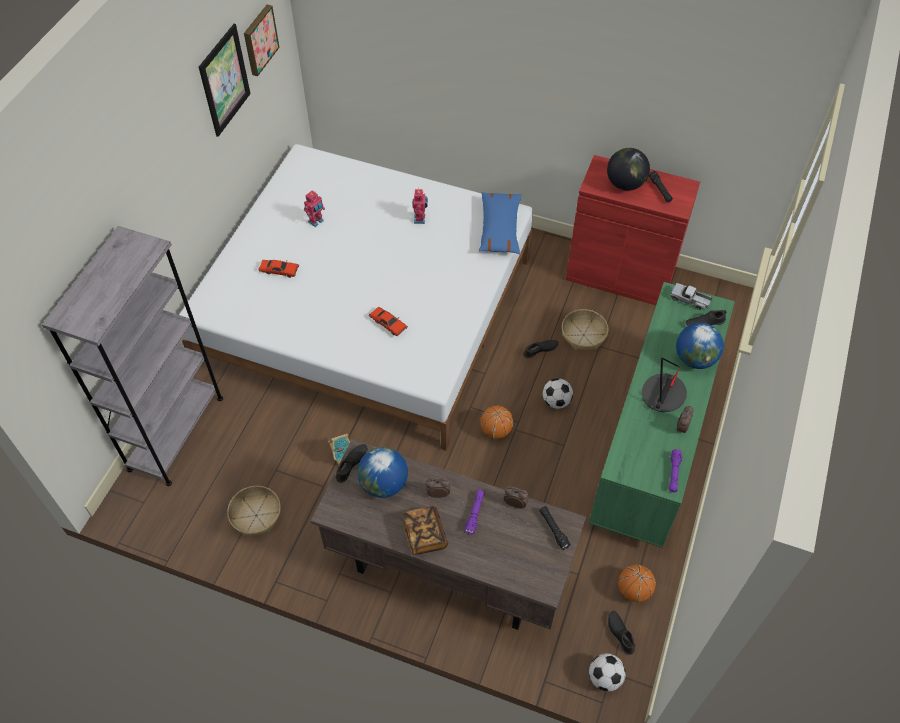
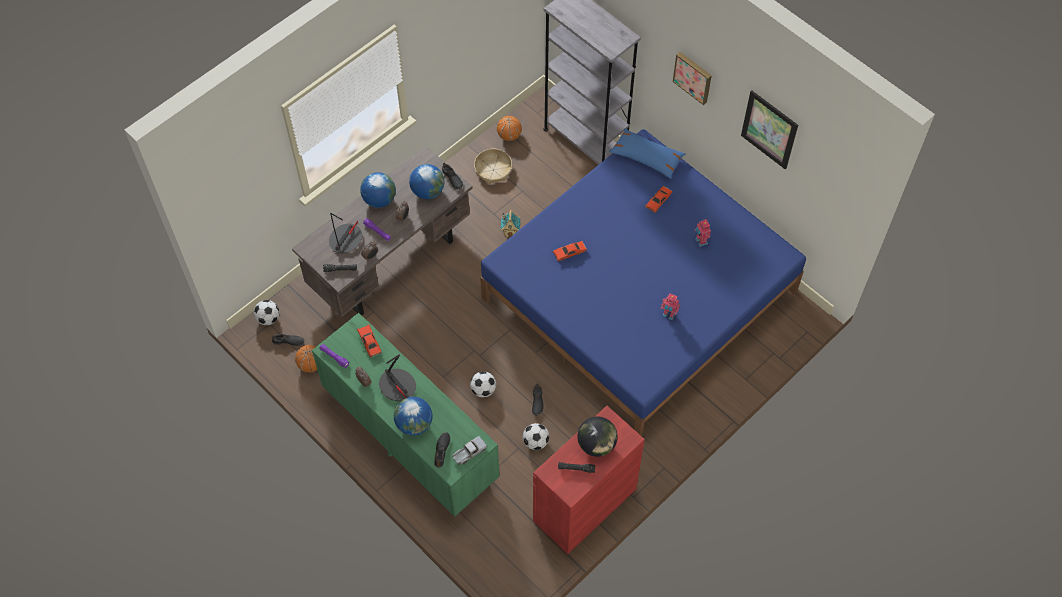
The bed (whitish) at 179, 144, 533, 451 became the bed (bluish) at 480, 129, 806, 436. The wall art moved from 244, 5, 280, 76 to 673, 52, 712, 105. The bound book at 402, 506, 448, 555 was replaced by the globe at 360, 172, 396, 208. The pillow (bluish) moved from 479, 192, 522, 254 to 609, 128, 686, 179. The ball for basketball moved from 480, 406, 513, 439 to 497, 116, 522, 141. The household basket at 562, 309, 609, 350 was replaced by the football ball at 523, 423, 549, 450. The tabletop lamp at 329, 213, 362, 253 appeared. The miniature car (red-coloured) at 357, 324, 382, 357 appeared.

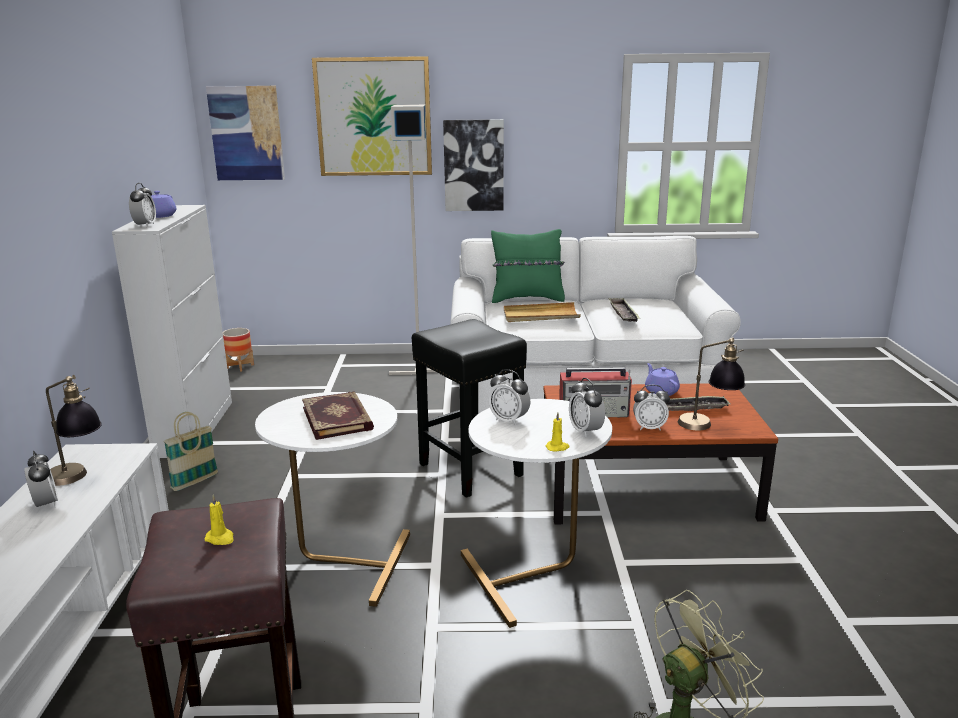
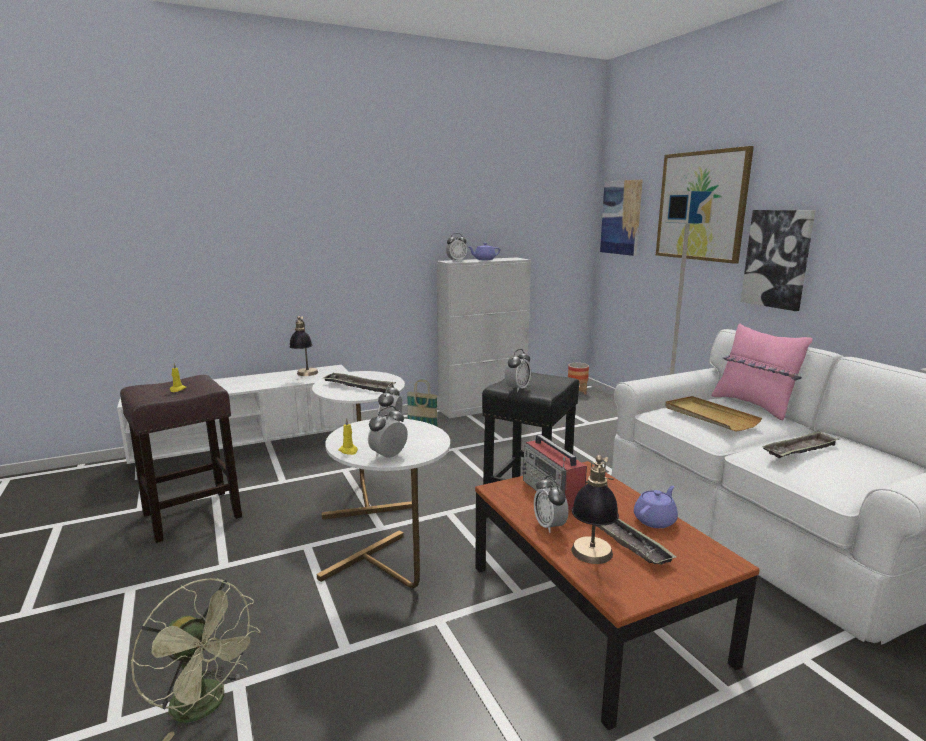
The table clock moved from 24, 451, 58, 508 to 505, 349, 531, 392. The bound book at 302, 391, 374, 440 was replaced by the carrying tray at 323, 373, 395, 393. The pillow (greenish) at 491, 229, 565, 303 became the pillow (pink-coloured) at 712, 324, 813, 420.

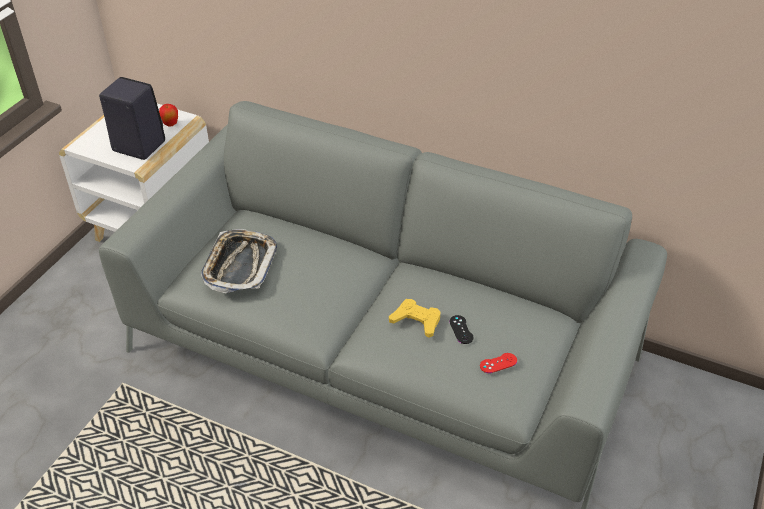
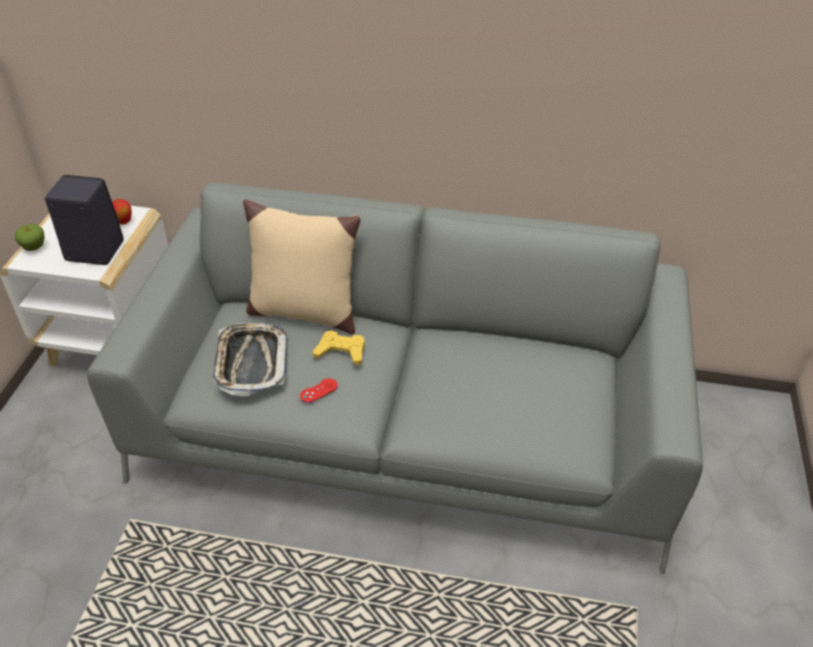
The joypad (yellow) moved from 389, 299, 440, 338 to 312, 331, 365, 365. The joypad (black-coloured) at 449, 315, 474, 344 disappeared. The joypad (red-coloured) moved from 480, 353, 517, 373 to 300, 378, 338, 403. The whole apple at 15, 224, 45, 251 appeared. The pillow (sand-coloured) at 243, 200, 360, 334 appeared.

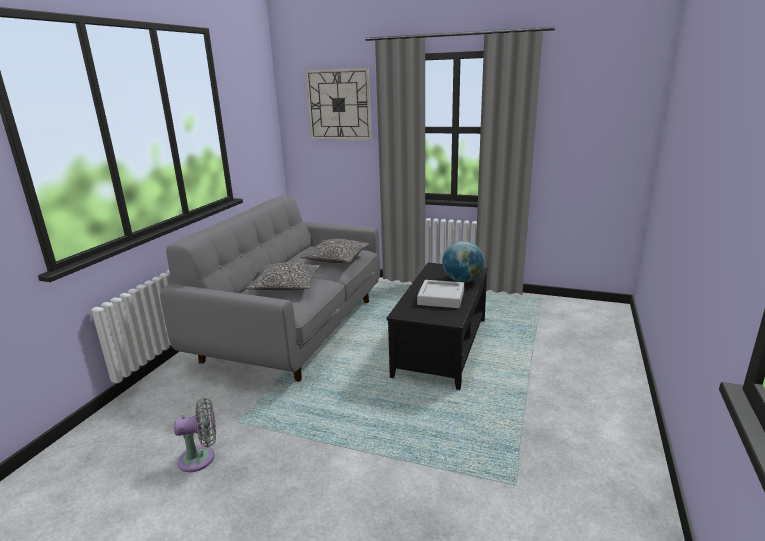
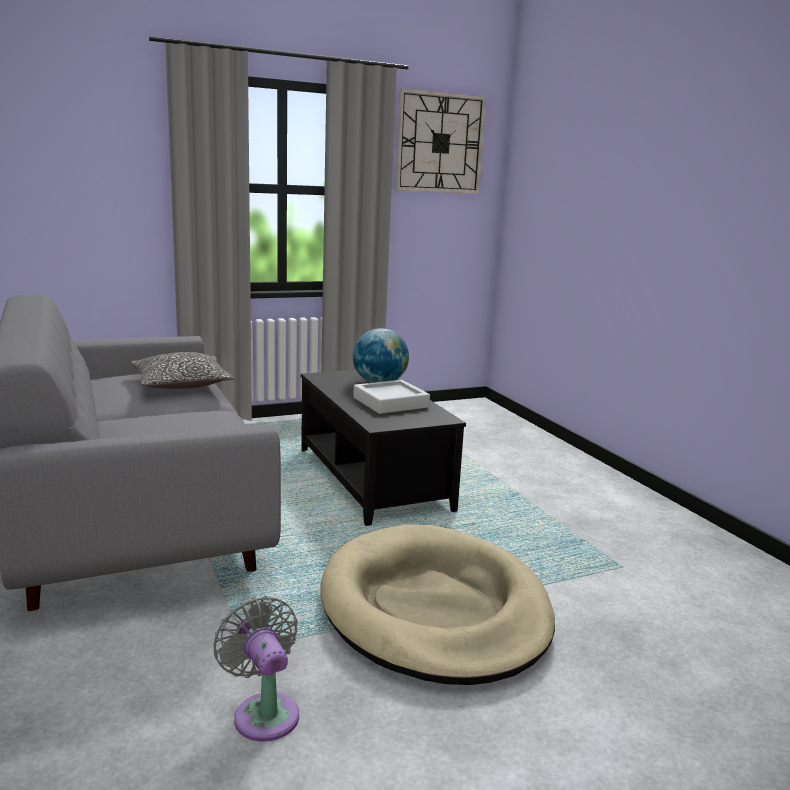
The fan (greyish) at 174, 398, 216, 472 turned 60 degrees counterclockwise. The pillow at 246, 262, 321, 290 disappeared. The clock on the wall moved from 305, 68, 372, 140 to 395, 88, 486, 194. The dog bed (sand-coloured) at 320, 525, 555, 685 appeared.

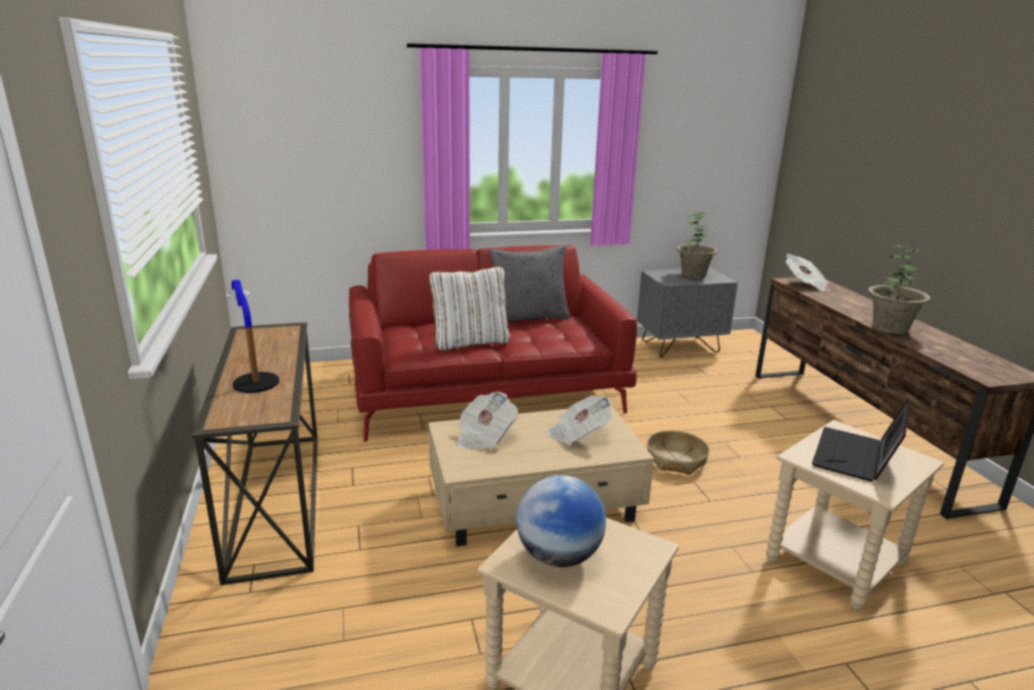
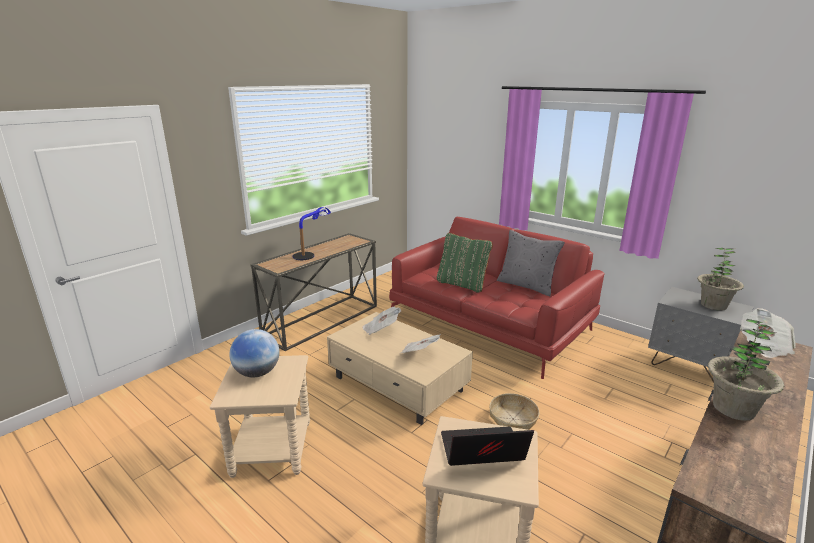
The pillow (whitish) at 429, 266, 510, 350 became the pillow (greenish) at 437, 233, 493, 293.

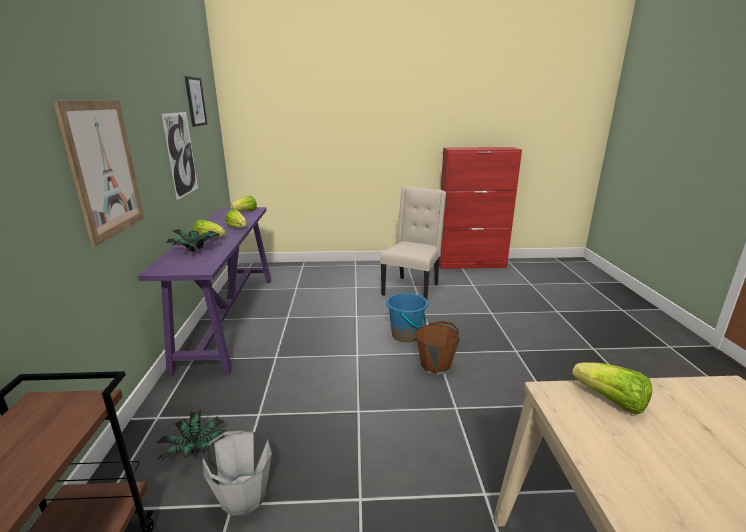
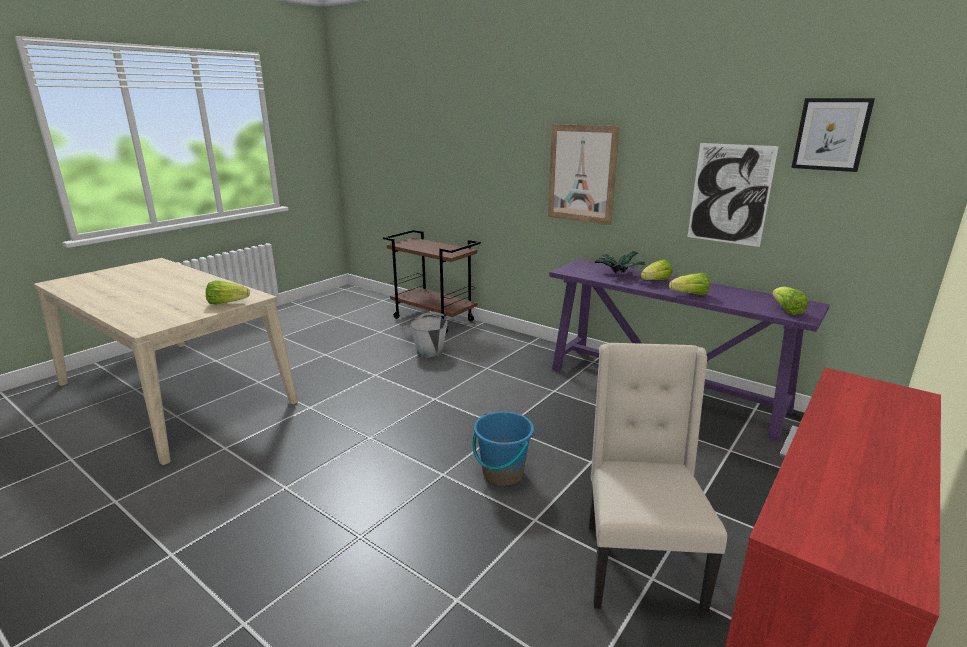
The potted plant at 157, 410, 227, 462 disappeared. The plain chair (sand-coloured) at 380, 187, 446, 300 turned 150 degrees counterclockwise. The bucket (brownish) at 416, 321, 460, 375 disappeared.

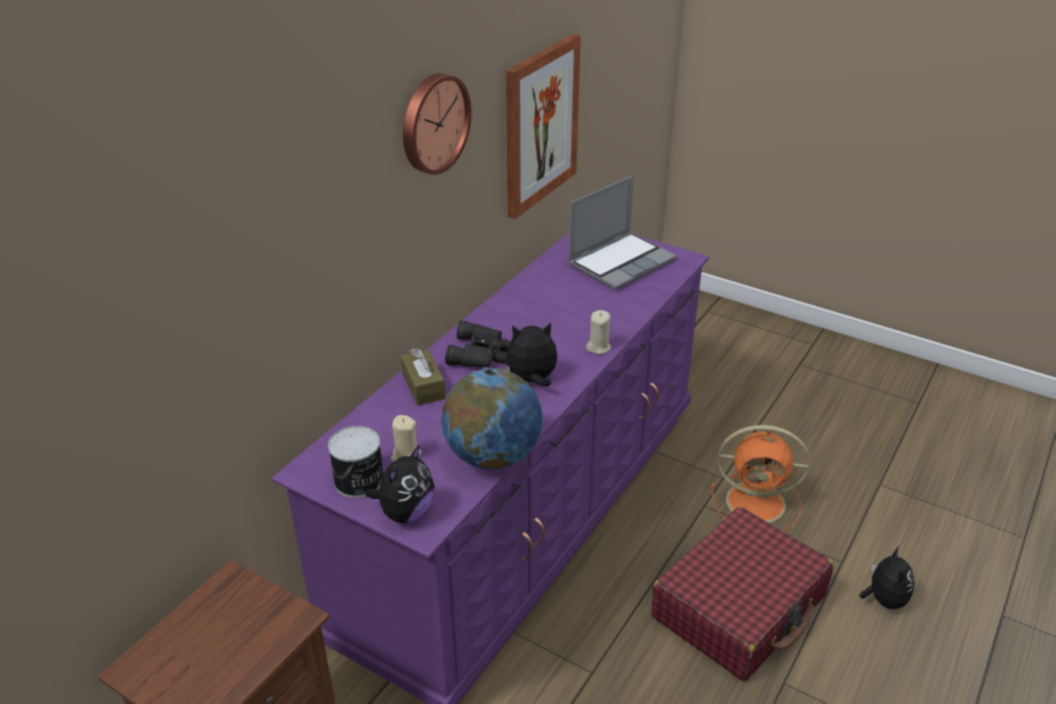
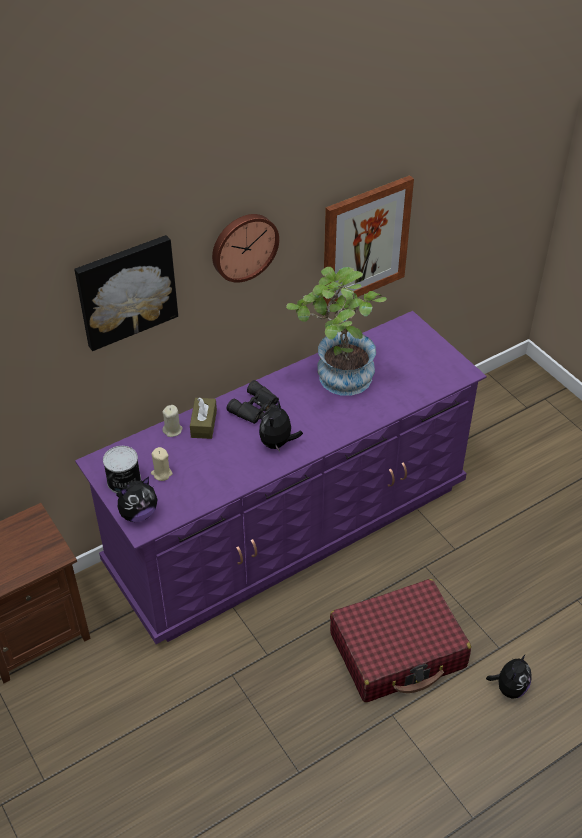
The globe at 441, 368, 542, 470 disappeared. The soft toy at 505, 322, 557, 387 turned 90 degrees counterclockwise. The laptop at 568, 176, 676, 290 disappeared. The candle (sand-coloured) moved from 586, 310, 611, 354 to 162, 405, 183, 437. The fan (orangey) at 711, 425, 810, 531 disappeared. The wall art at 74, 235, 178, 351 appeared. The potted plant at 286, 267, 387, 396 appeared.

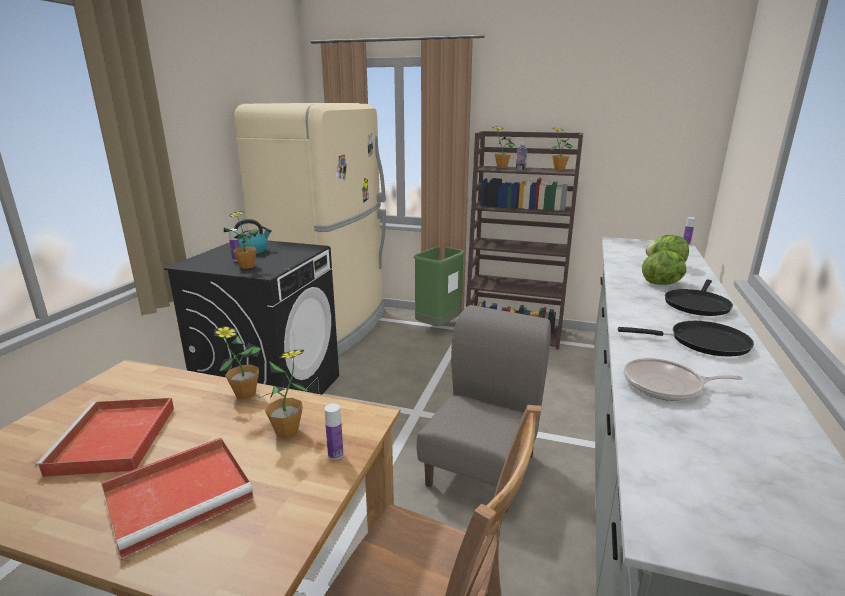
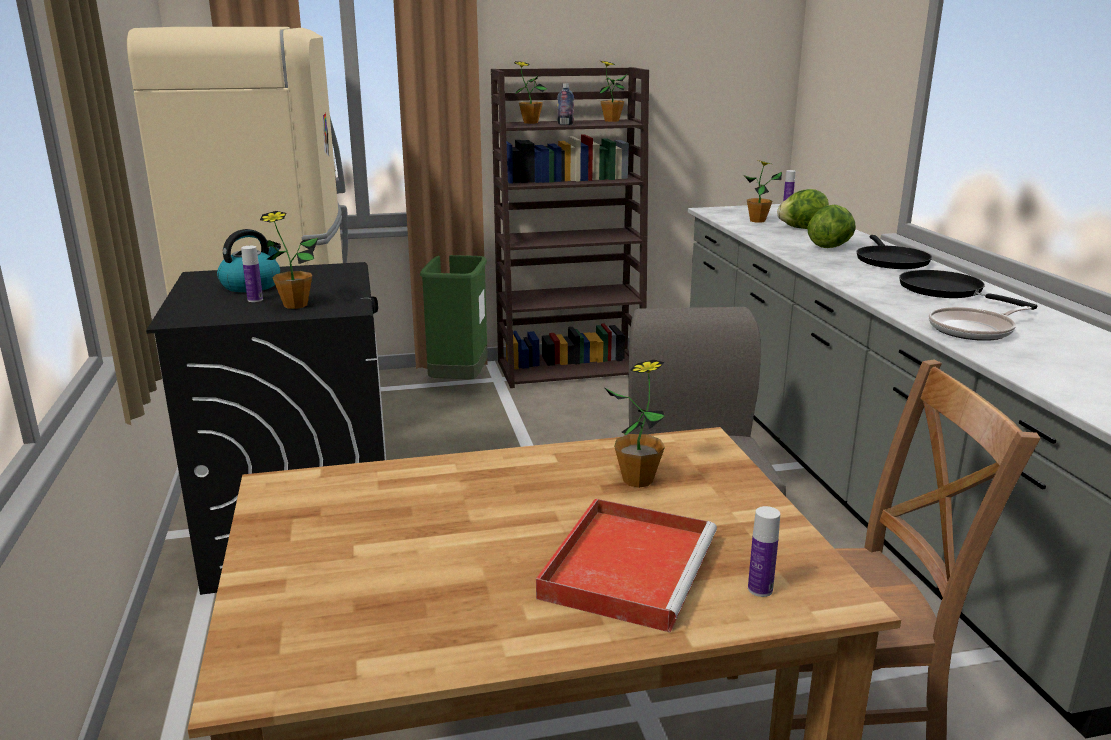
The carrying tray (red-coloured) at 35, 398, 174, 477 disappeared. The potted plant moved from 214, 326, 261, 400 to 744, 160, 782, 223. The bottle moved from 325, 404, 343, 460 to 748, 506, 780, 597. The skillet (black-coloured) at 618, 321, 754, 356 turned 105 degrees counterclockwise.

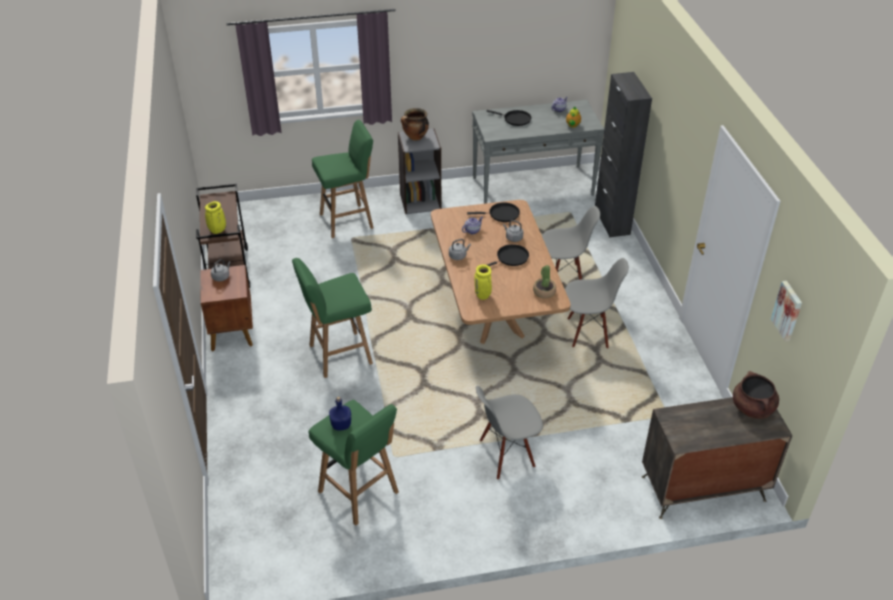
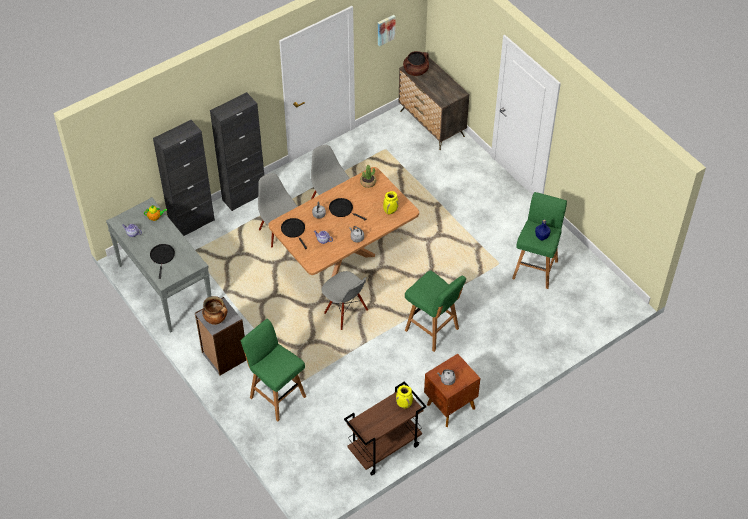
The plain chair (greyish) moved from 476, 386, 543, 480 to 322, 271, 368, 330. The cabinet (black-coloured) at 210, 92, 264, 211 appeared.

